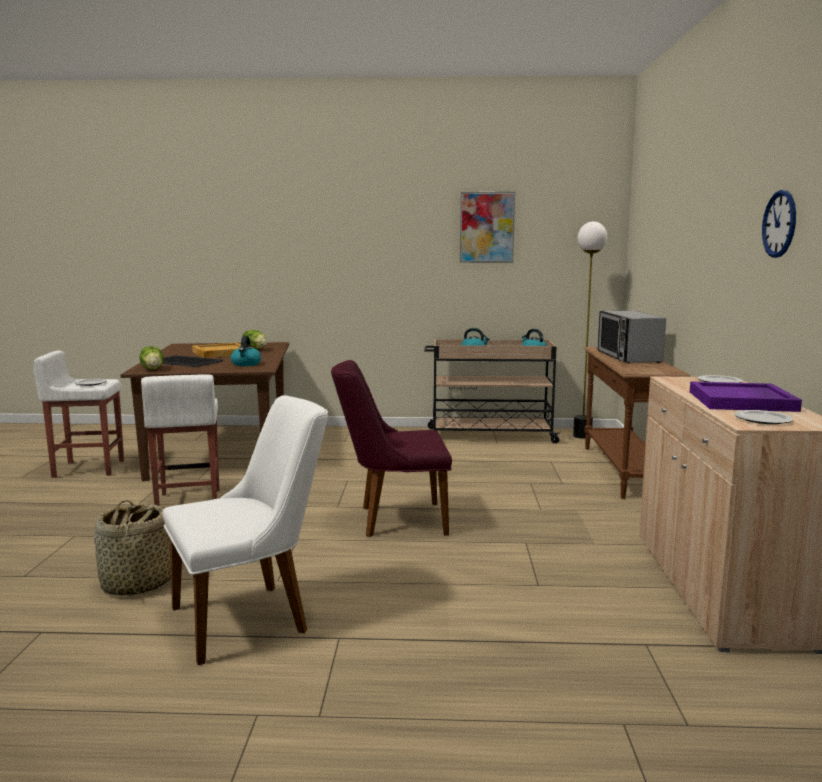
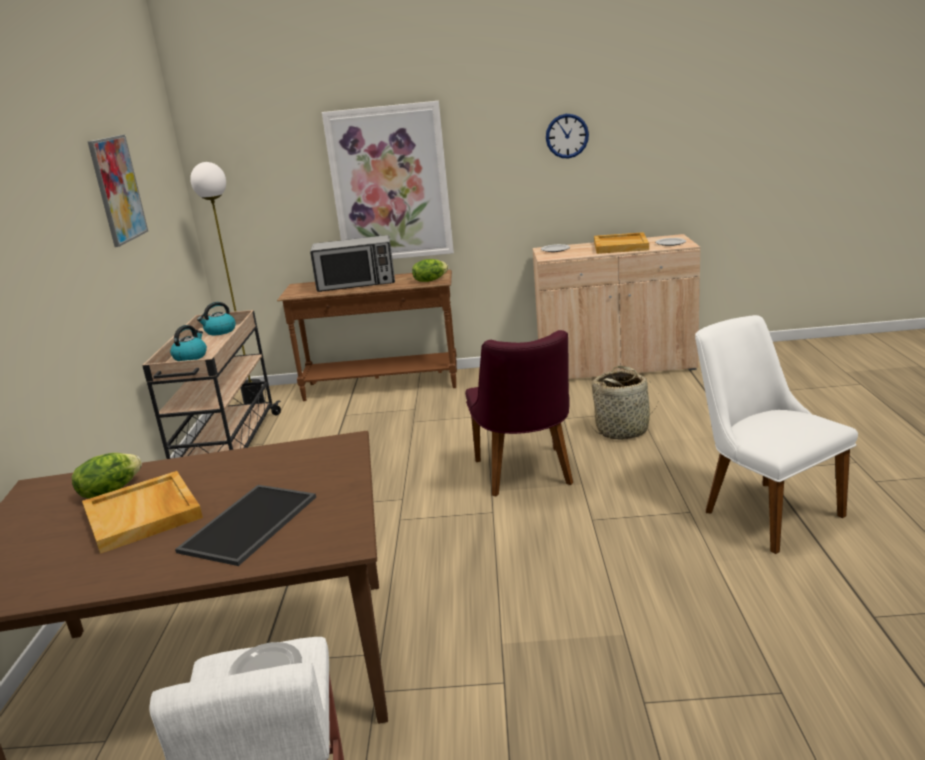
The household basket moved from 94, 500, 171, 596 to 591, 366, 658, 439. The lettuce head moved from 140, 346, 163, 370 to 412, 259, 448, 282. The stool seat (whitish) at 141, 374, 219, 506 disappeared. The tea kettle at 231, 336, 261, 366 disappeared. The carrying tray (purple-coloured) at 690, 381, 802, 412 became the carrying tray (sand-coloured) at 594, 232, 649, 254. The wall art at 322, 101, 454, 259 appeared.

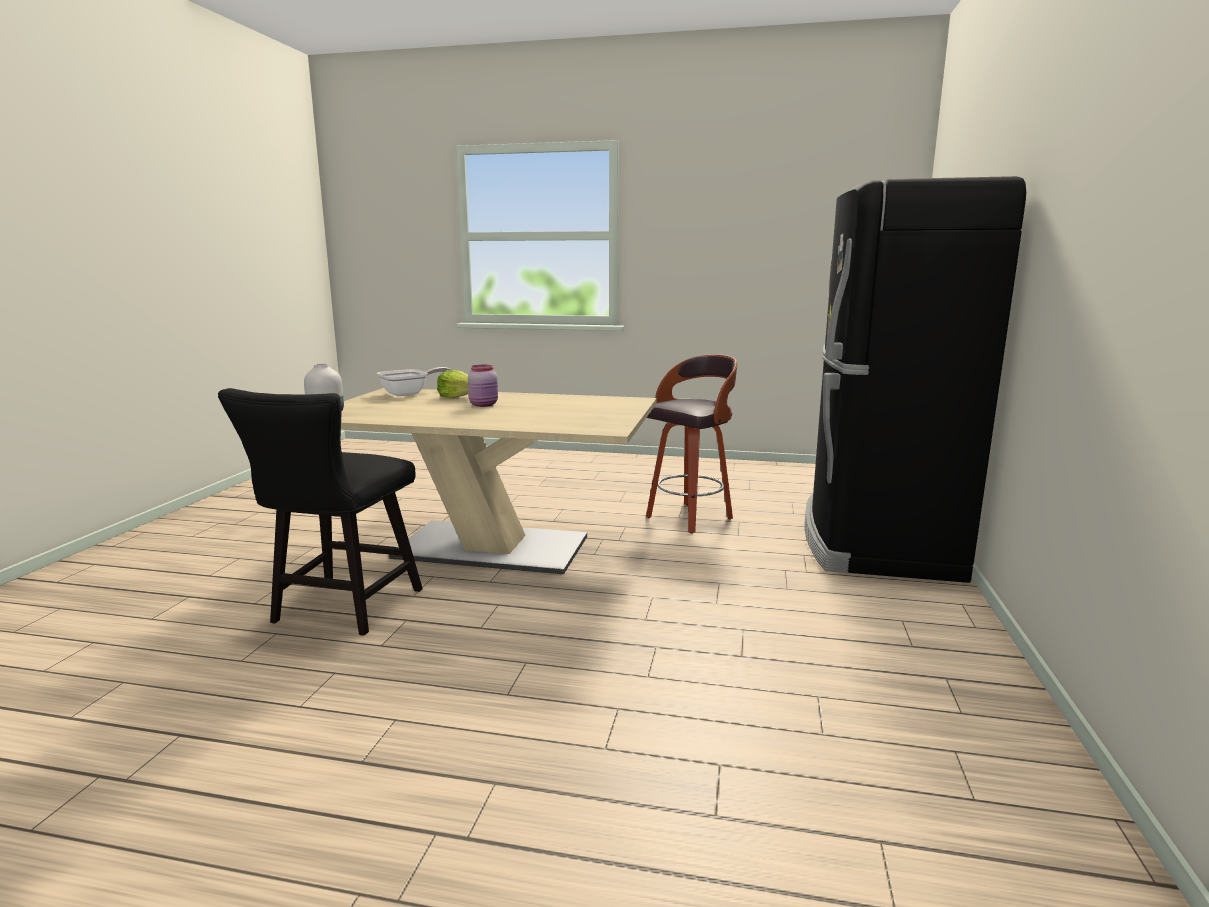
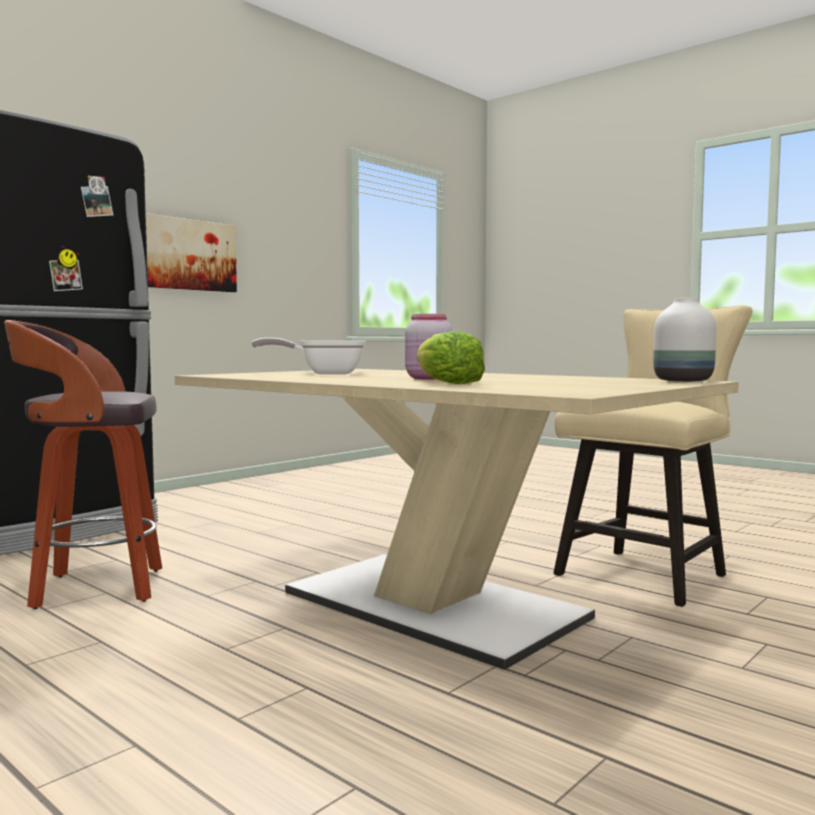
The plain chair (black-coloured) at 218, 388, 423, 636 became the plain chair (sand-coloured) at 553, 305, 752, 607. The skillet moved from 377, 367, 451, 396 to 252, 338, 366, 375. The wall art at 146, 213, 237, 292 appeared.

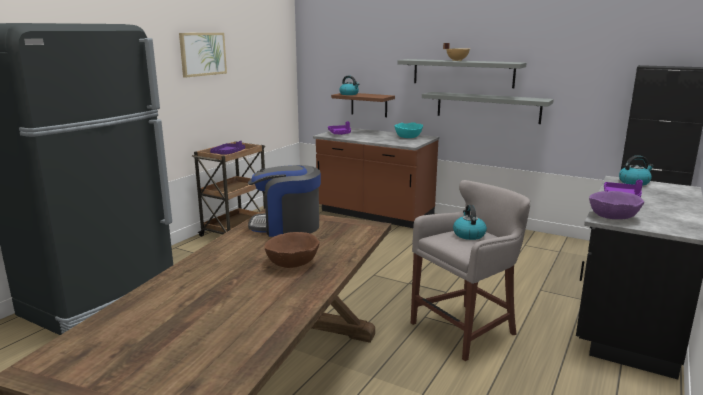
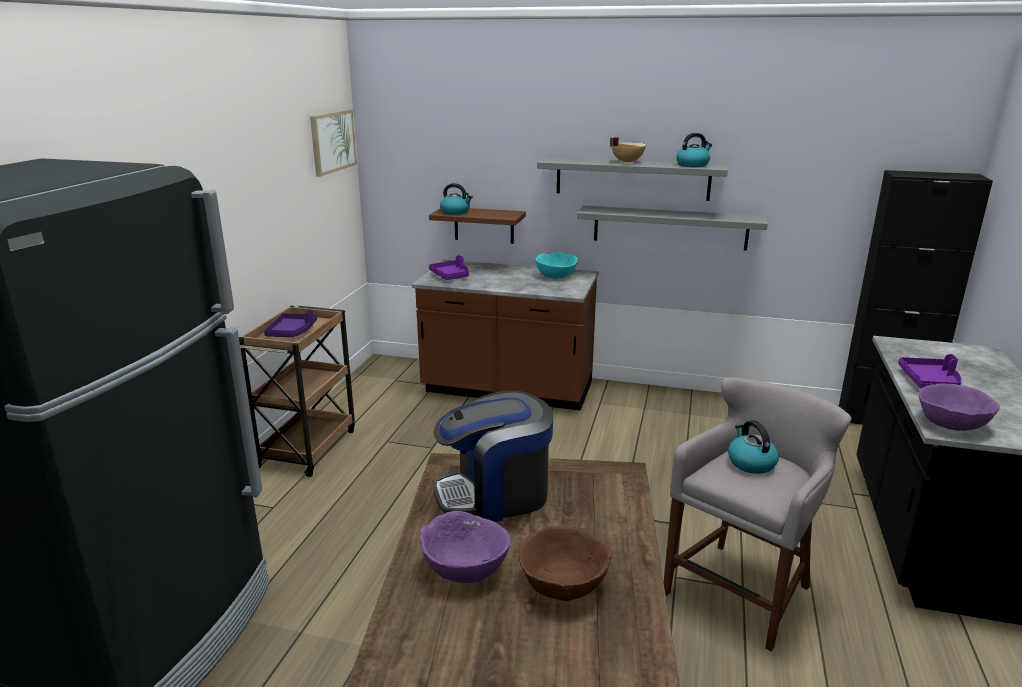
The wall art moved from 179, 33, 227, 78 to 310, 109, 357, 177. The tea kettle moved from 619, 155, 654, 186 to 676, 133, 712, 167. The deep dish (purple-coloured) at 420, 511, 511, 583 appeared.

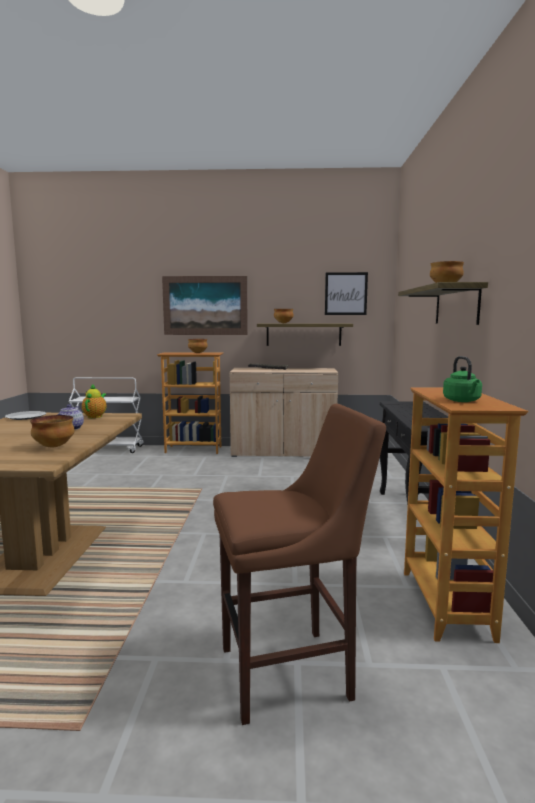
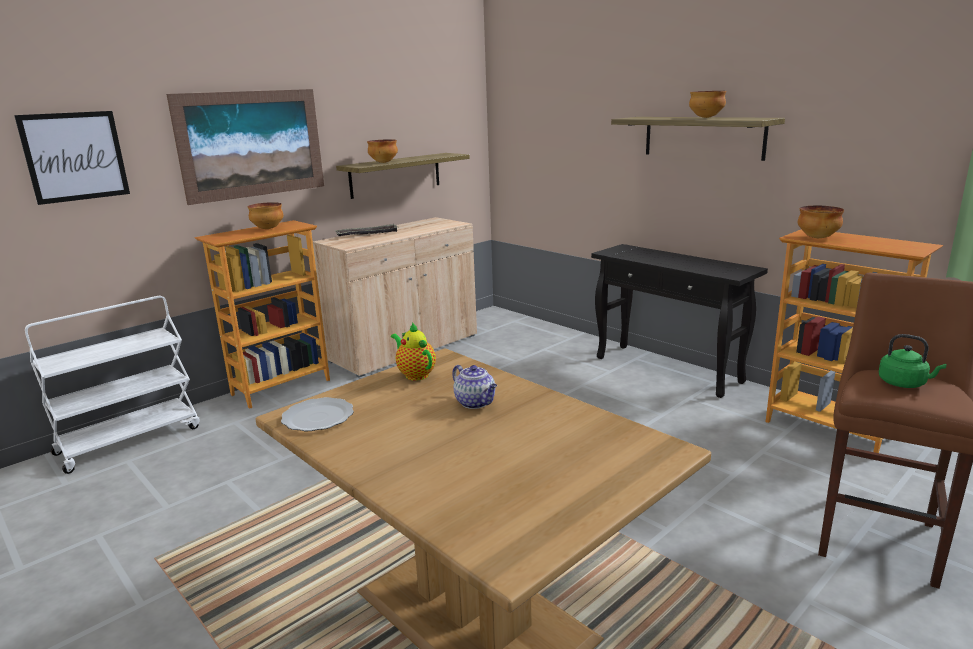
The deep dish moved from 30, 415, 75, 447 to 798, 206, 844, 238. The wall art moved from 325, 272, 368, 315 to 14, 111, 130, 205. The tea kettle (greenish) moved from 443, 356, 482, 402 to 879, 334, 946, 388.

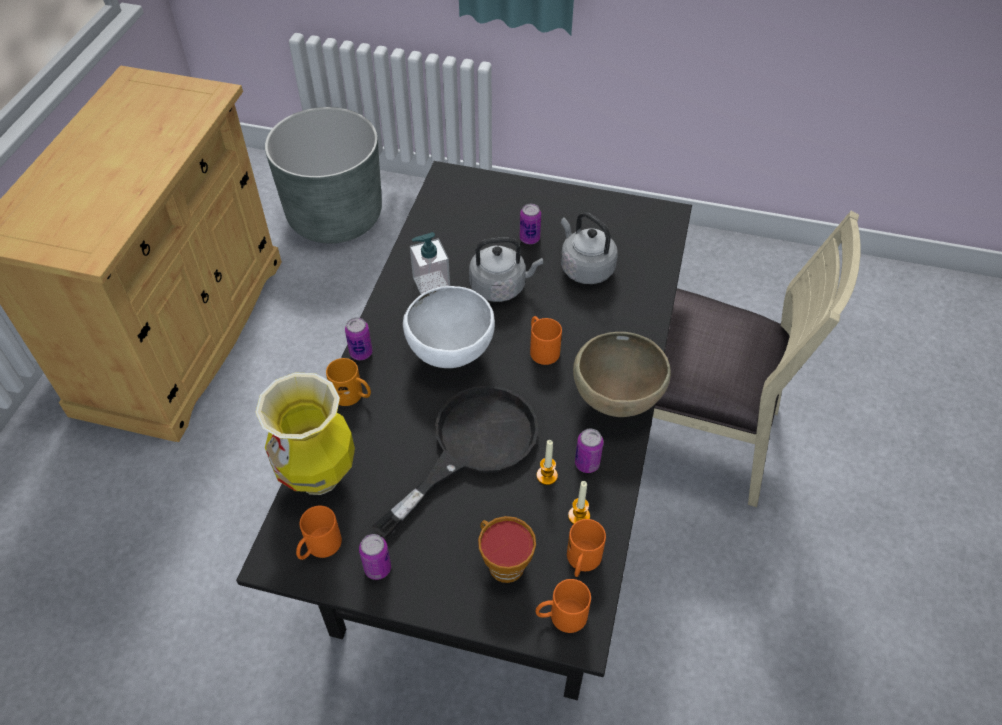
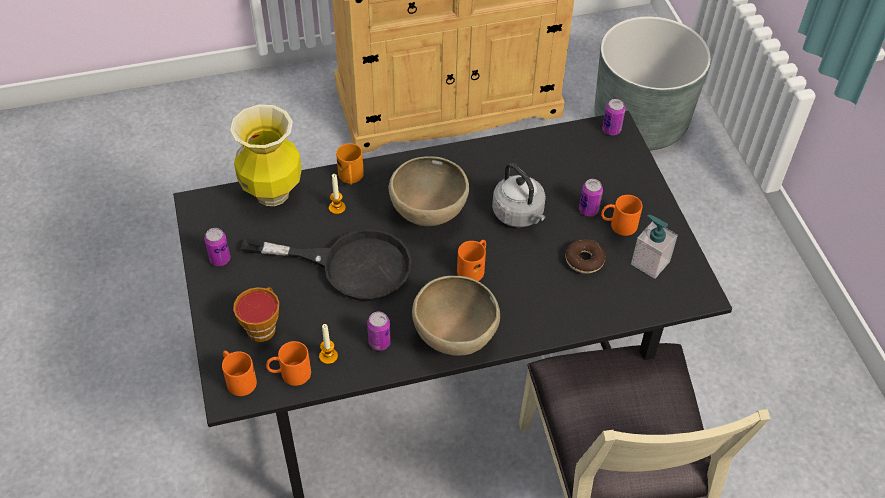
The coffee mug (orangey) moved from 296, 506, 342, 560 to 601, 195, 643, 236. The sealed can moved from 345, 317, 372, 360 to 603, 99, 625, 135. The deep dish (whitish) at 403, 286, 495, 368 became the deep dish (brownish) at 389, 156, 469, 226. The soap dispenser moved from 410, 232, 450, 294 to 631, 215, 678, 279. The candle moved from 536, 440, 558, 485 to 329, 174, 346, 214. The tea kettle (greyish) at 561, 212, 618, 284 was replaced by the ring doughnut at 565, 239, 606, 274.

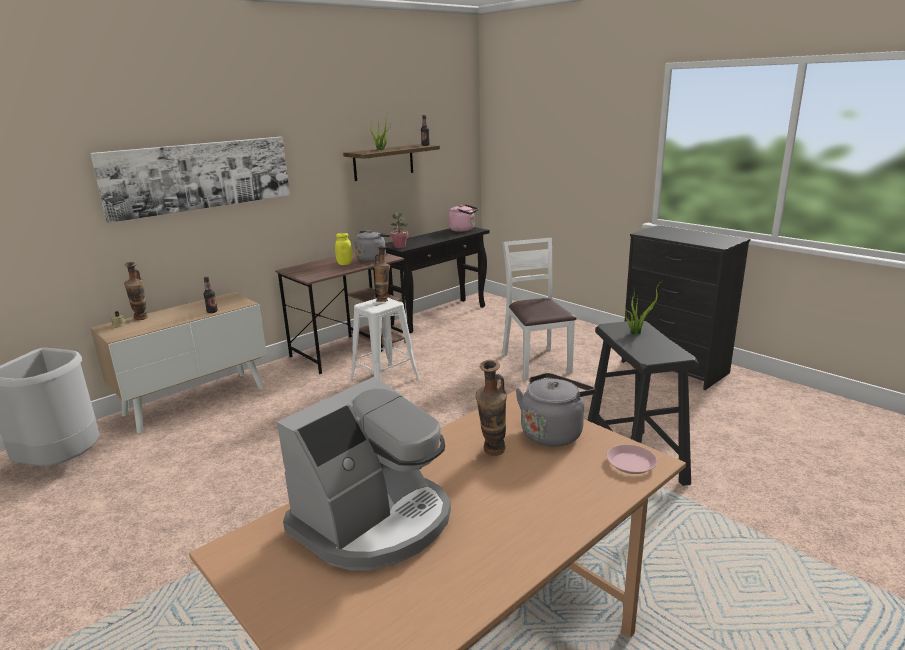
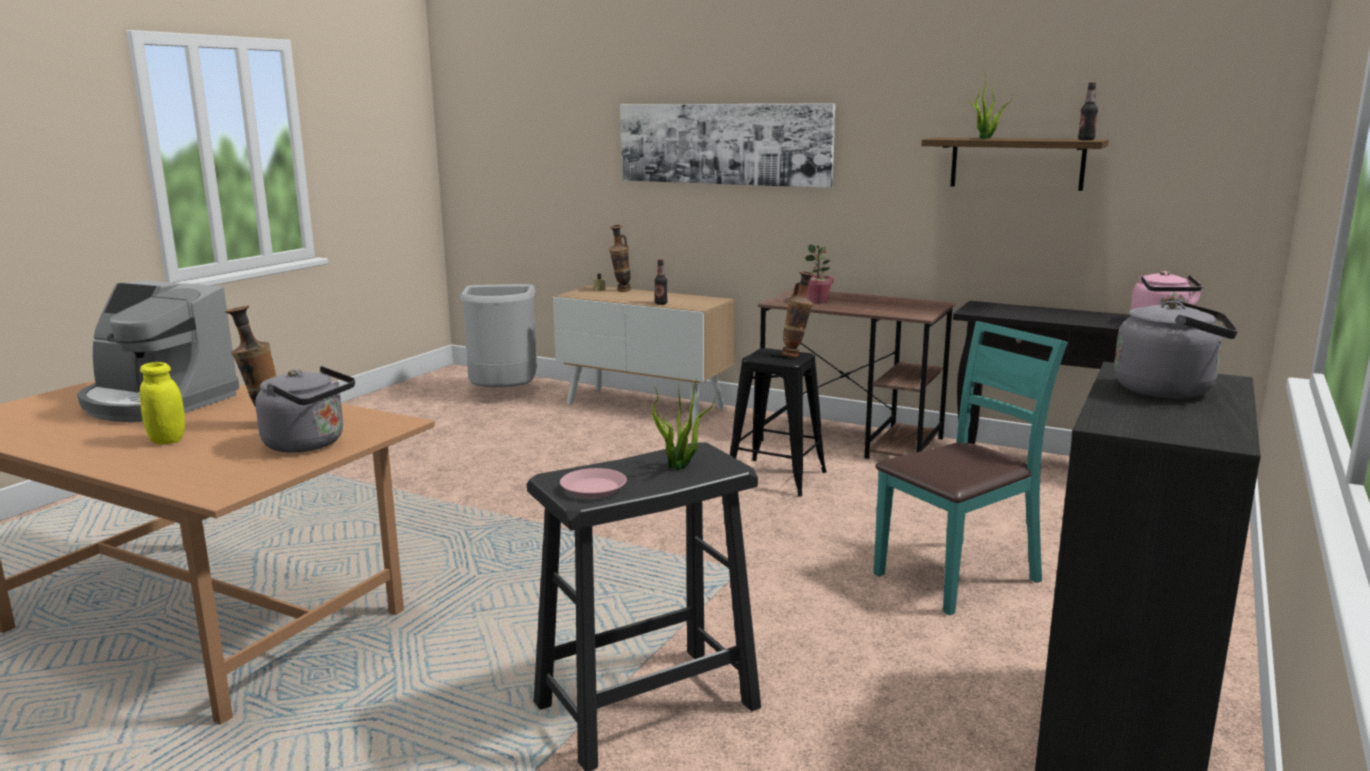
The storage jar (yellow) moved from 335, 233, 353, 265 to 140, 362, 185, 444. The stool seat (whitish) at 350, 297, 419, 382 became the stool seat (black-coloured) at 730, 348, 827, 496. The tea kettle (greyish) moved from 354, 231, 390, 262 to 1114, 299, 1238, 399. The potted plant moved from 390, 212, 408, 248 to 805, 244, 834, 304. The plain chair (whitish) at 502, 238, 577, 380 became the plain chair (turquoise-coloured) at 873, 321, 1068, 615. The flat dish (pink-coloured) moved from 607, 445, 657, 474 to 560, 468, 627, 498.

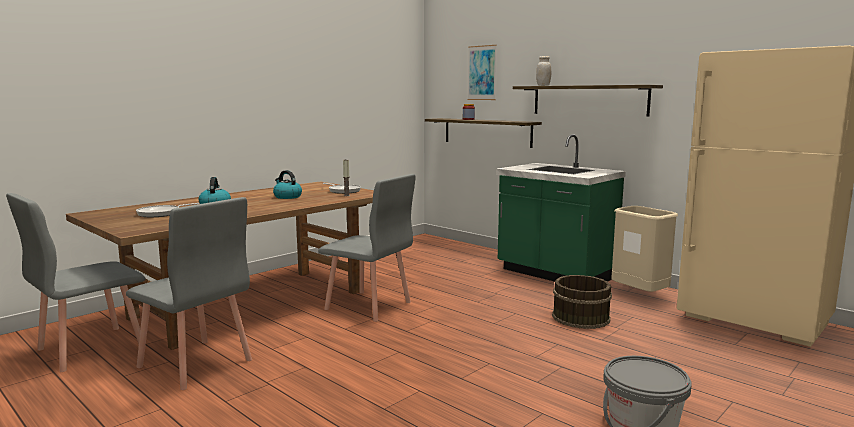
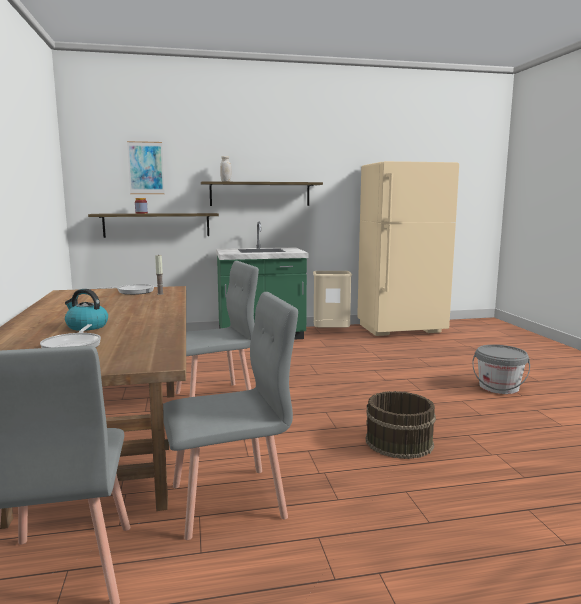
The tea kettle at 273, 170, 302, 199 disappeared. The bucket (brownish) moved from 552, 275, 612, 329 to 366, 391, 436, 459.

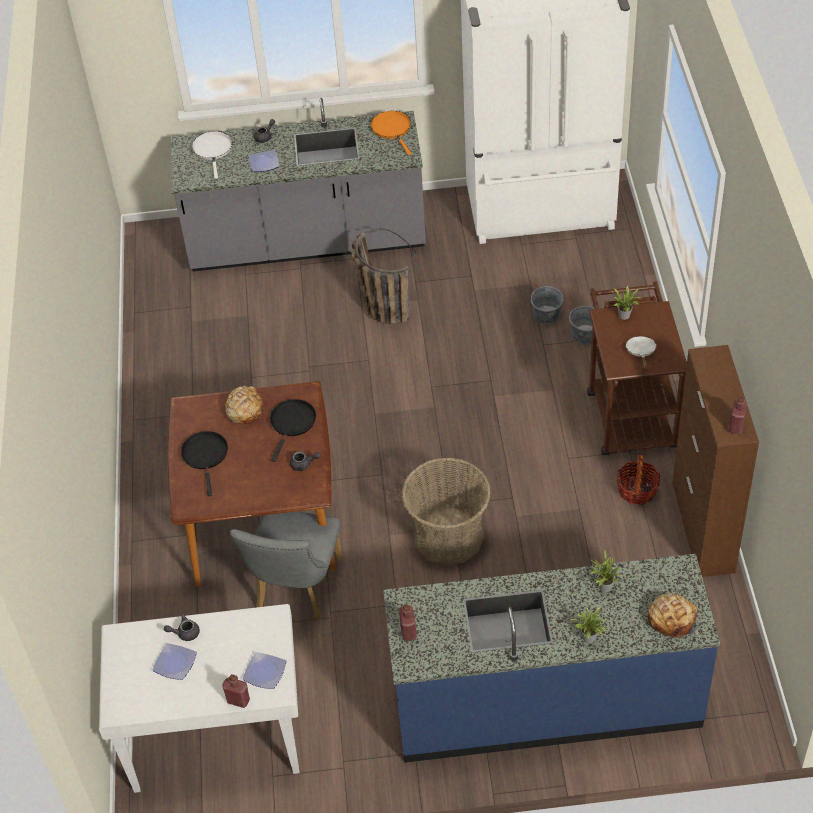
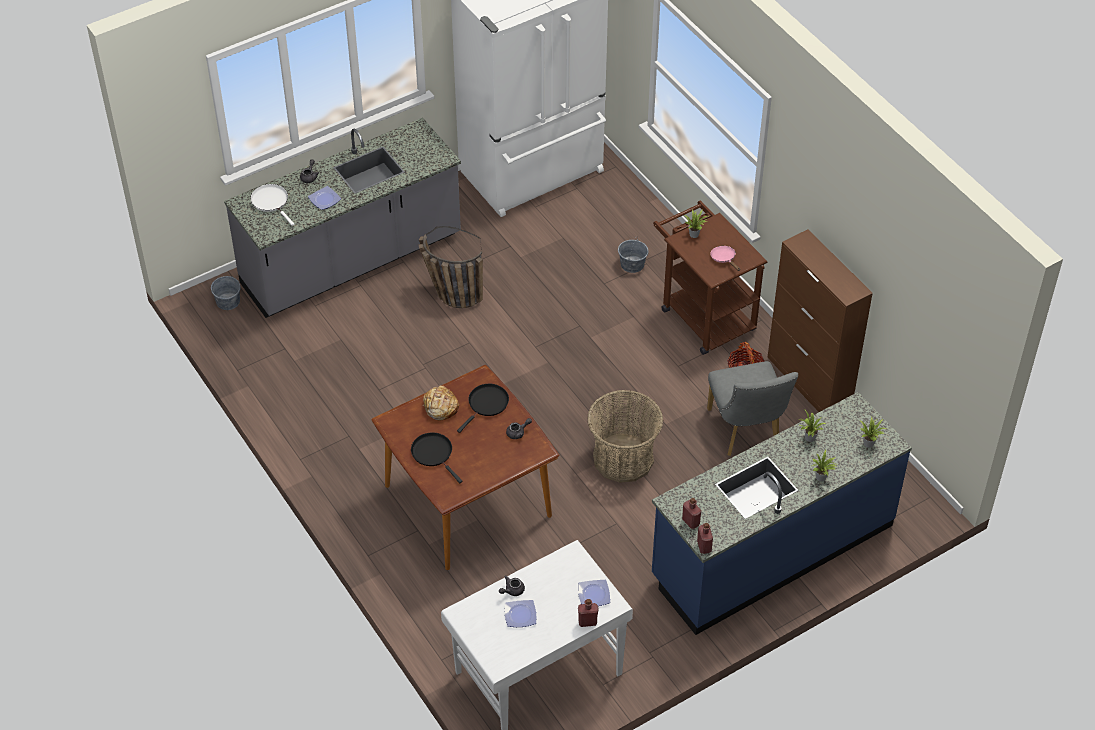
The plain chair (greyish) moved from 230, 511, 343, 620 to 707, 361, 798, 456. The skillet (black-coloured) at 270, 399, 316, 462 turned 45 degrees clockwise. The skillet (orangey) at 371, 111, 411, 155 disappeared. The bucket (greyish) moved from 531, 286, 563, 324 to 211, 276, 241, 310. The skillet (whitish) at 626, 336, 657, 370 became the skillet (pink-coloured) at 710, 246, 740, 271. The bread at 648, 593, 699, 638 was replaced by the potted plant at 860, 417, 887, 448. The bottle (red-coloured) moved from 729, 396, 747, 434 to 697, 523, 713, 554.

